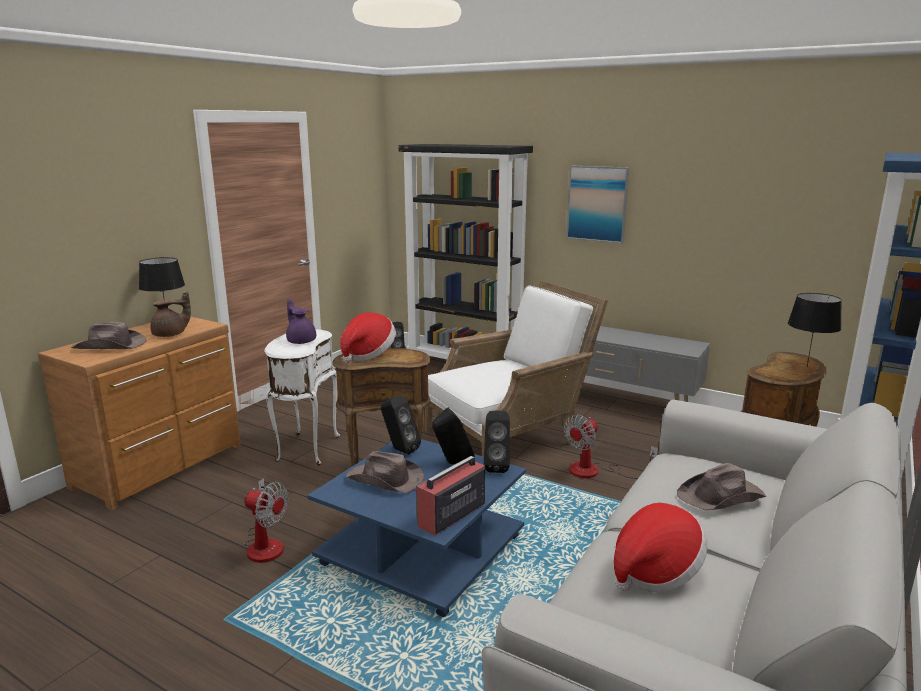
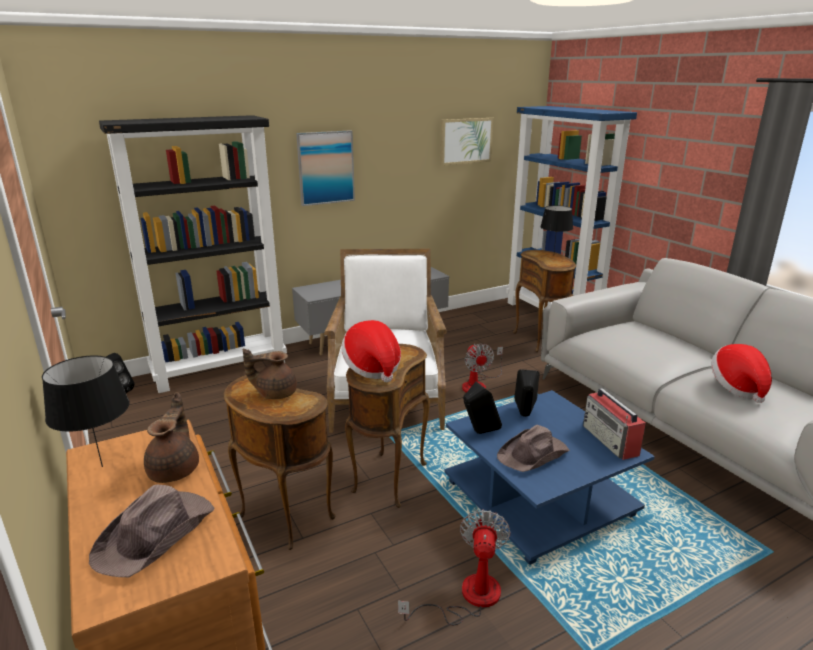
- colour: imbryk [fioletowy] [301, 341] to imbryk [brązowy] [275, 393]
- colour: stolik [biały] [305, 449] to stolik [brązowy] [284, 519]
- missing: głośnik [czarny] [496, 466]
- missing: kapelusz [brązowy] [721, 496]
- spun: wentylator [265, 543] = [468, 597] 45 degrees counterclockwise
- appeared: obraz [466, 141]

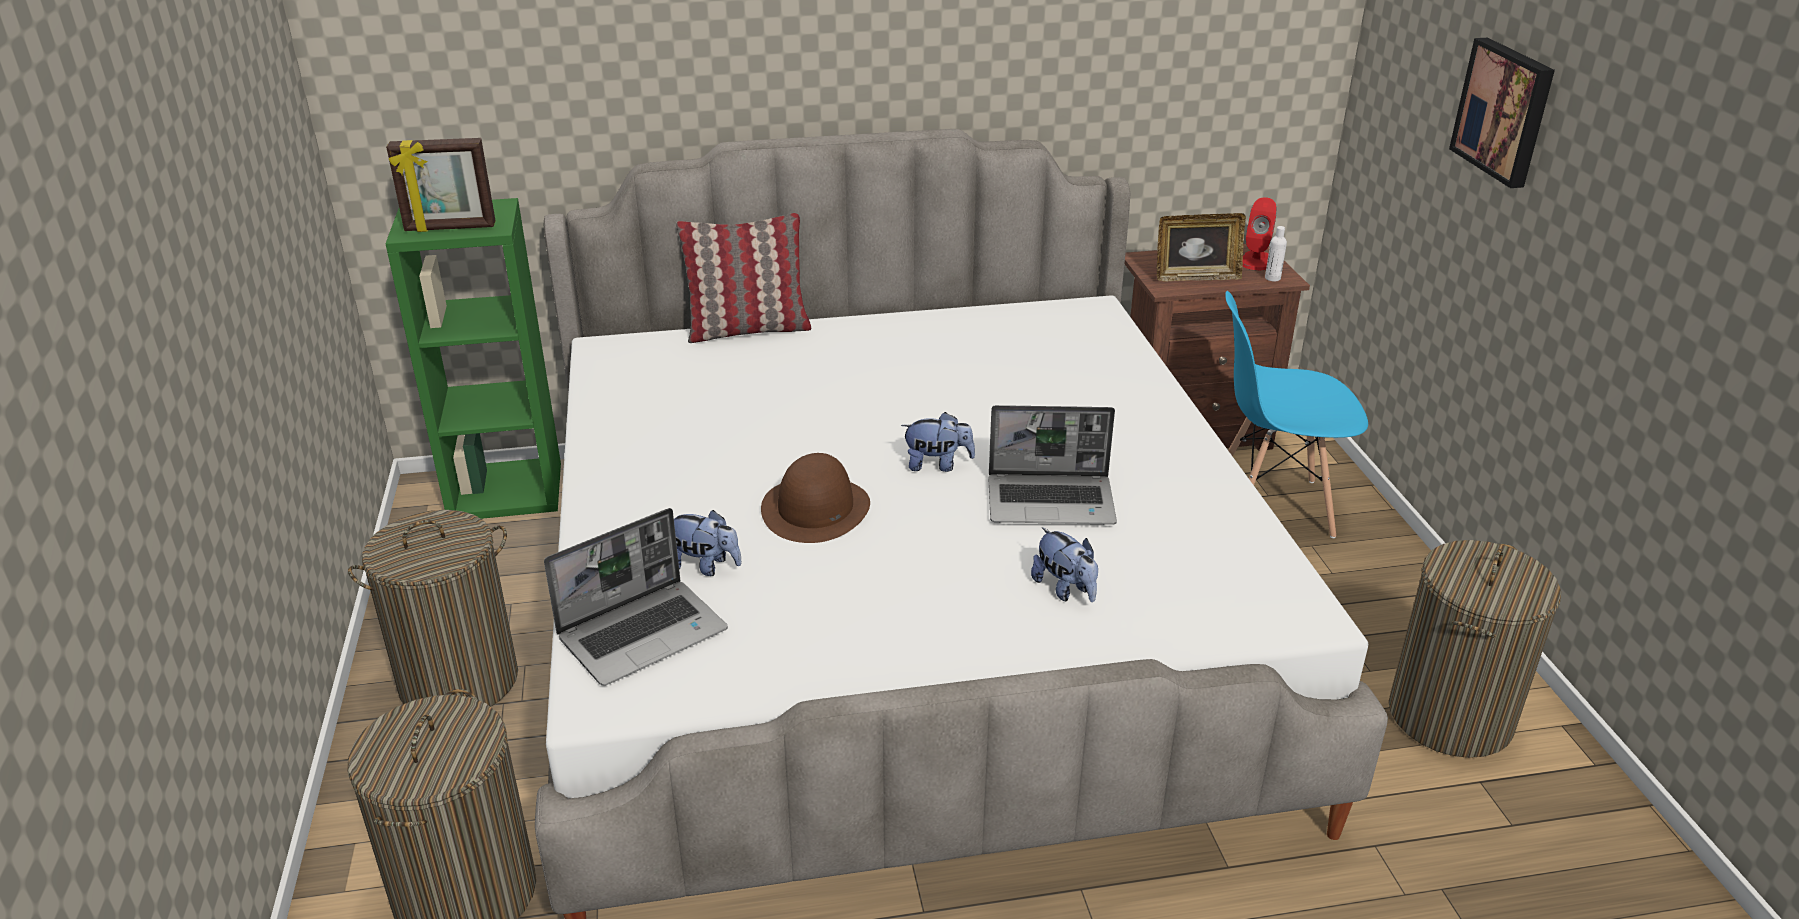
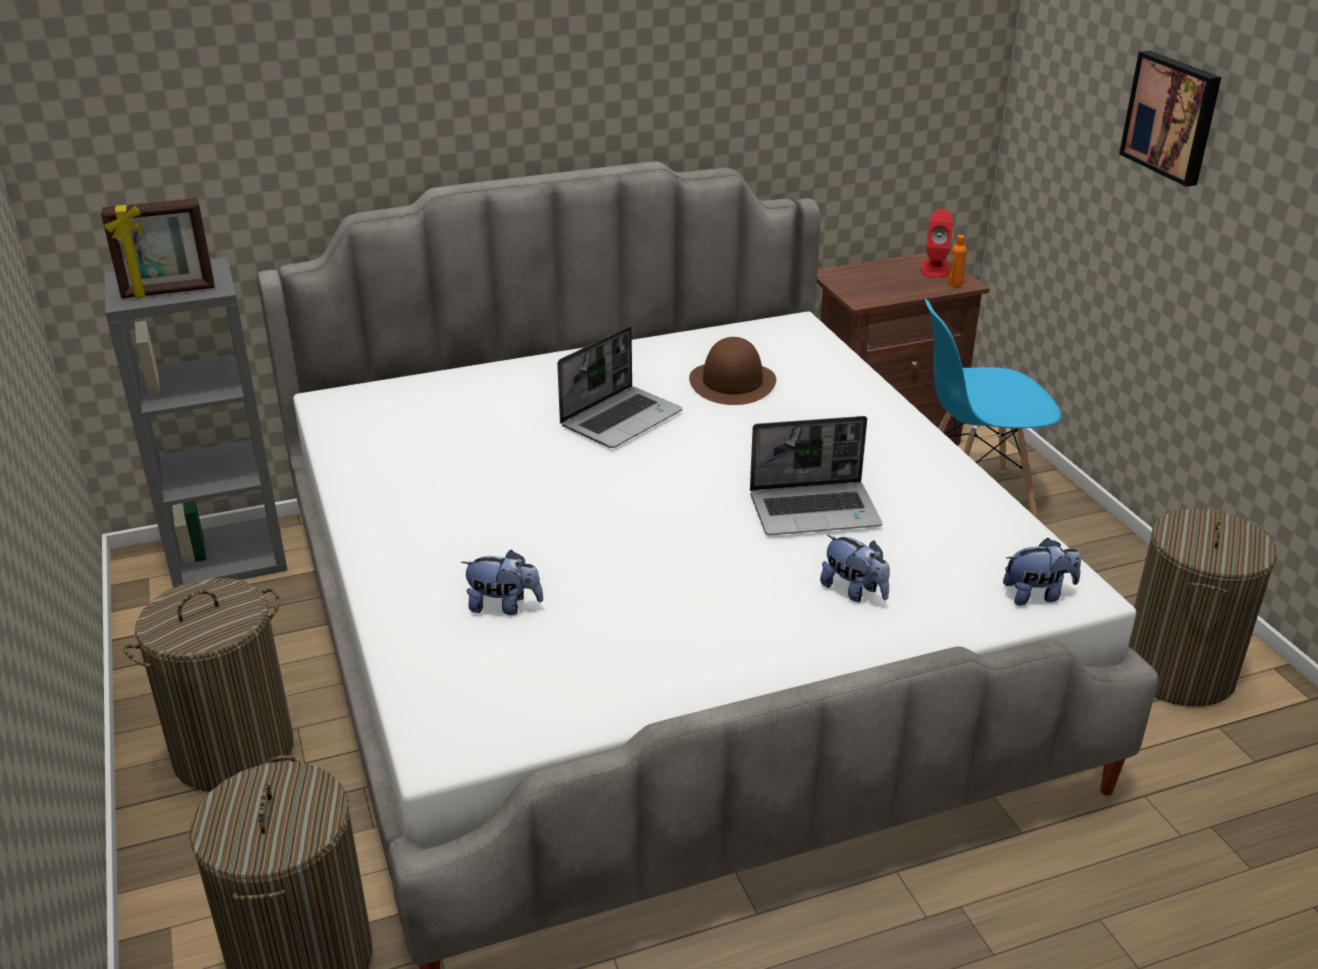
- colour: regał [zielony] [507, 491] to regał [szary] [229, 555]
- missing: poduszka [748, 330]
- missing: ramka na zdjęcie [1196, 277]
- colour: butelka [biały] [1272, 278] to butelka [pomarańczowy] [954, 284]
- relocated: pluszak [937, 465] to [1037, 595]
- relocated: kapelusz [brązowy] [816, 509] to [732, 382]
- relocated: laptop [644, 633] to [621, 418]

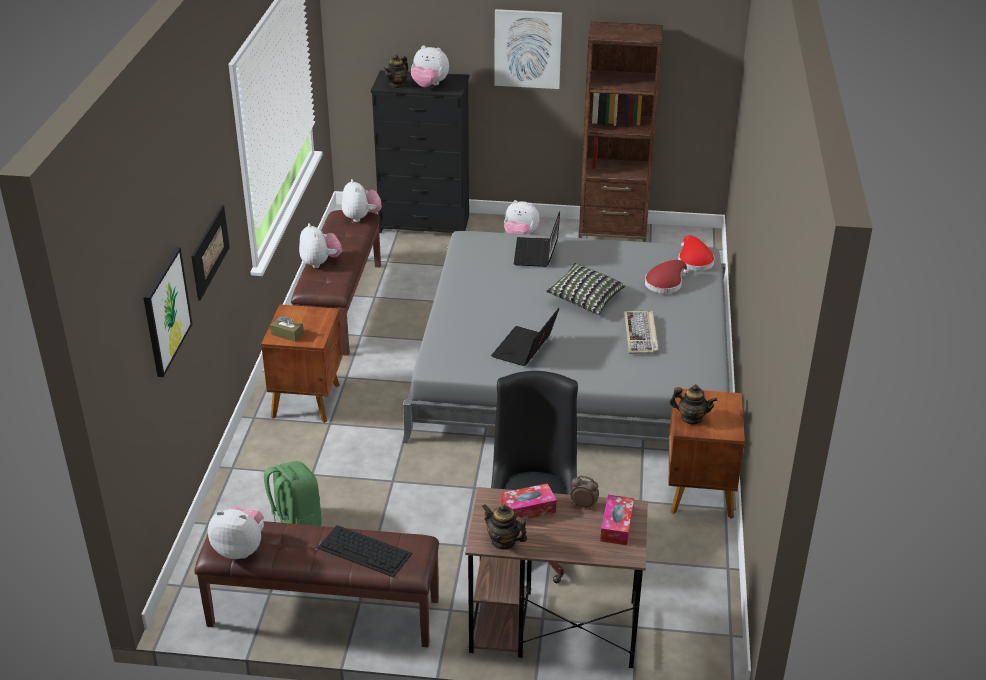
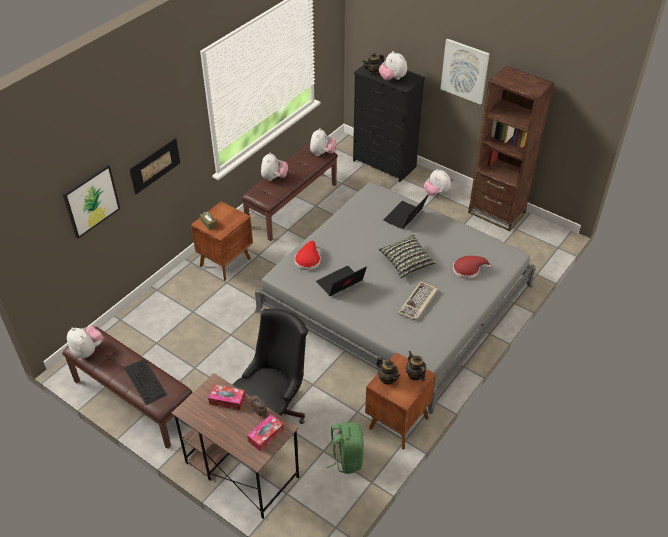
- relocated: kapelusz [czerwony] [694, 261] to [308, 260]
- relocated: plecak [zielony] [295, 524] to [346, 459]
- relocated: imbryk [503, 541] to [415, 375]

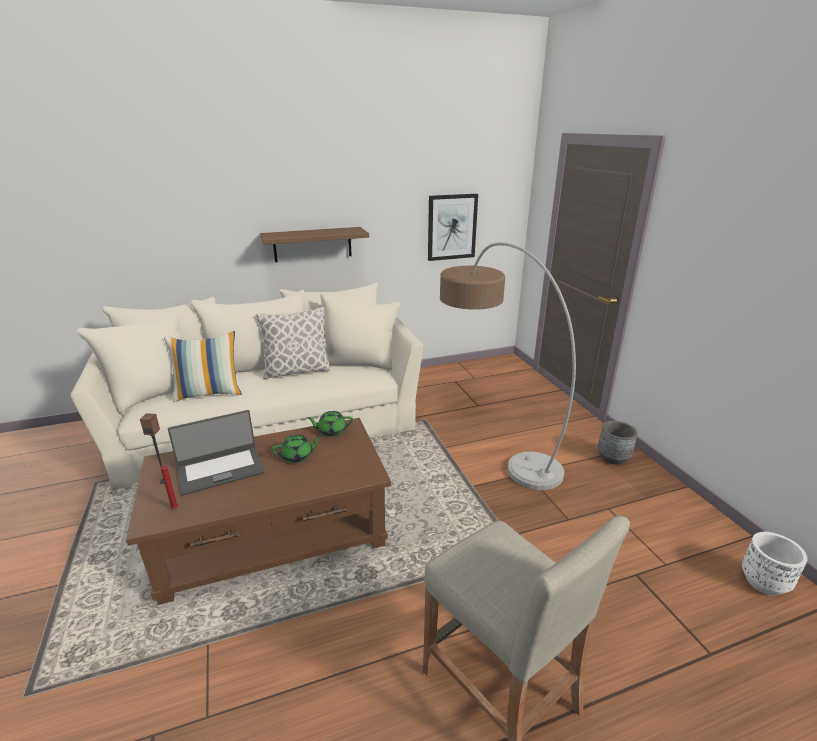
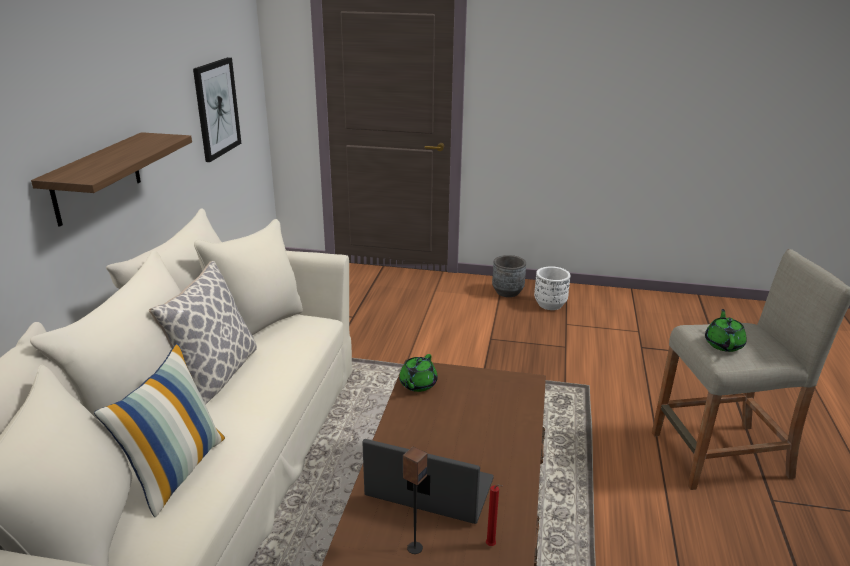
- missing: lampa stojąca [490, 434]
- spun: laptop [220, 469] = [429, 489] 75 degrees counterclockwise
- relocated: imbryk [zielony] [297, 456] to [723, 344]
- relocated: donica [biały] [764, 582] to [550, 304]

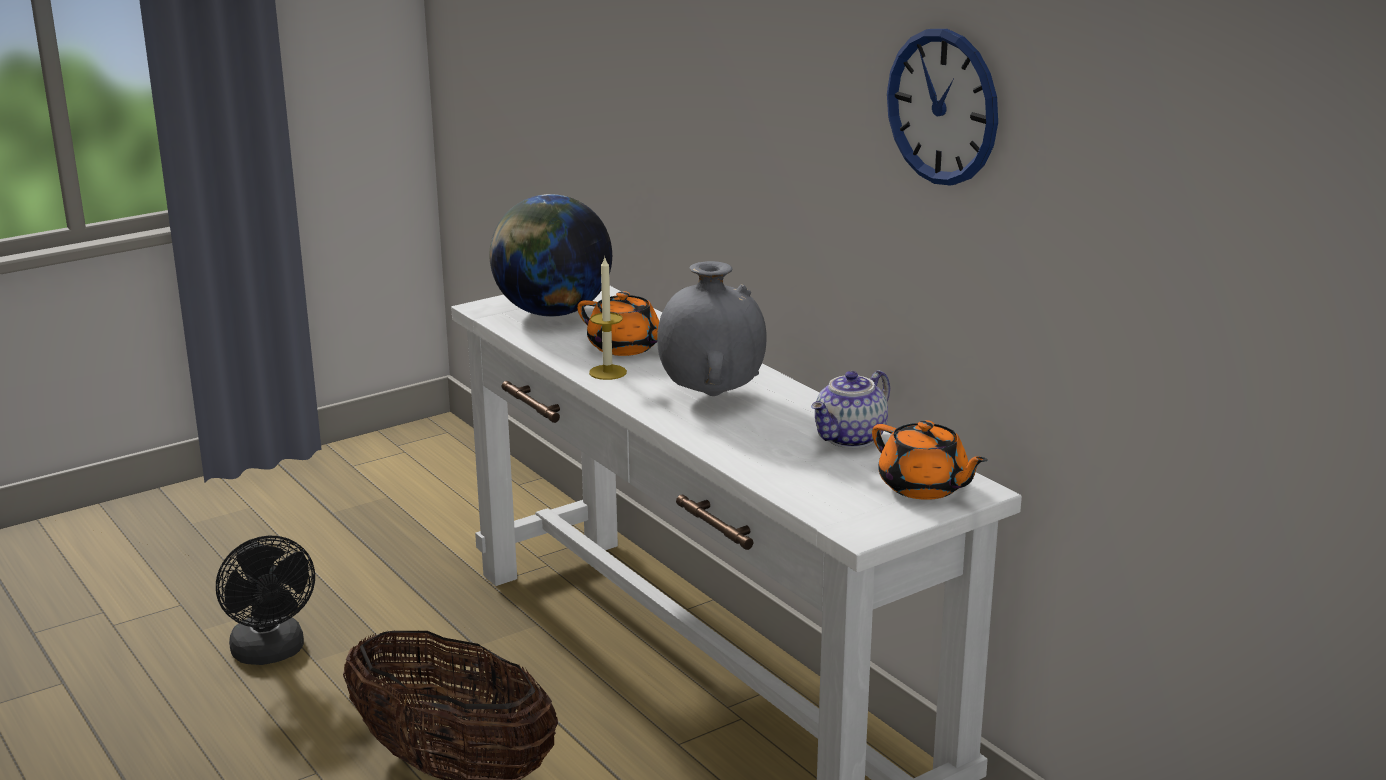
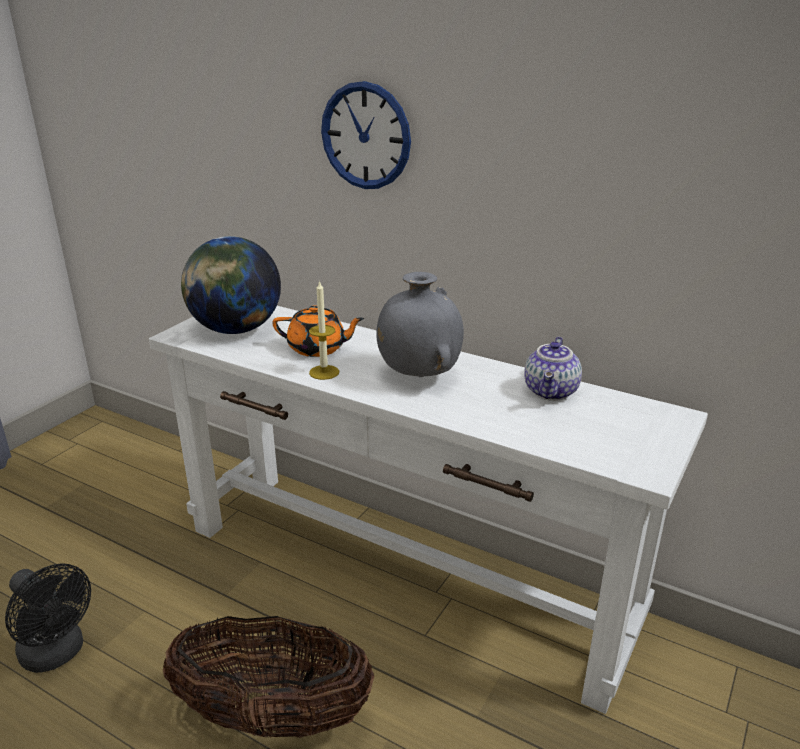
- relocated: zegar ścienny [942, 107] to [366, 136]
- missing: imbryk [pomarańczowy] [924, 487]

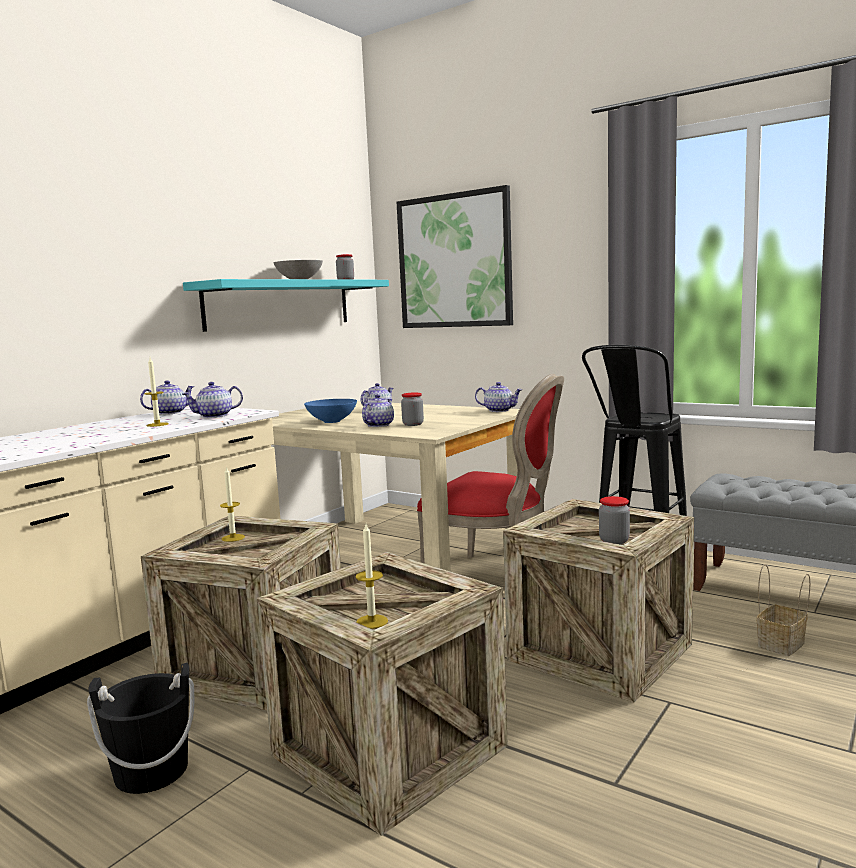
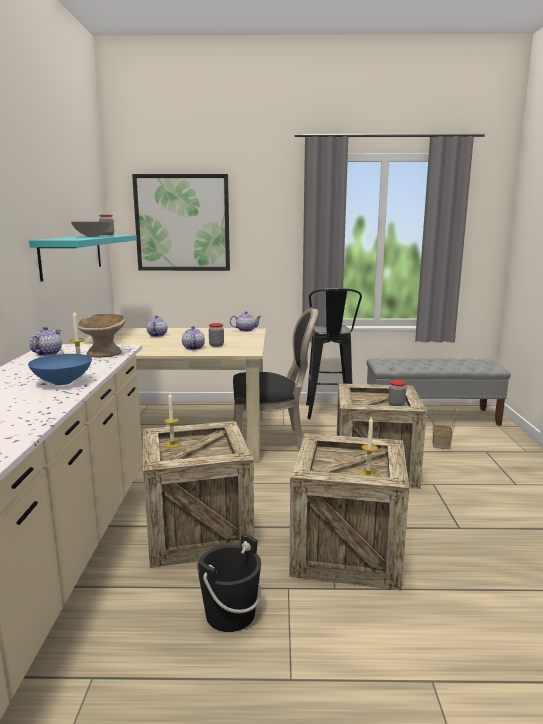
- colour: krzesło [czerwony] [497, 581] to krzesło [czarny] [271, 441]
- exchanged: imbryk [214, 416] to miska [beżowy] [104, 353]
- relocated: miska [niebieski] [333, 421] to [64, 382]

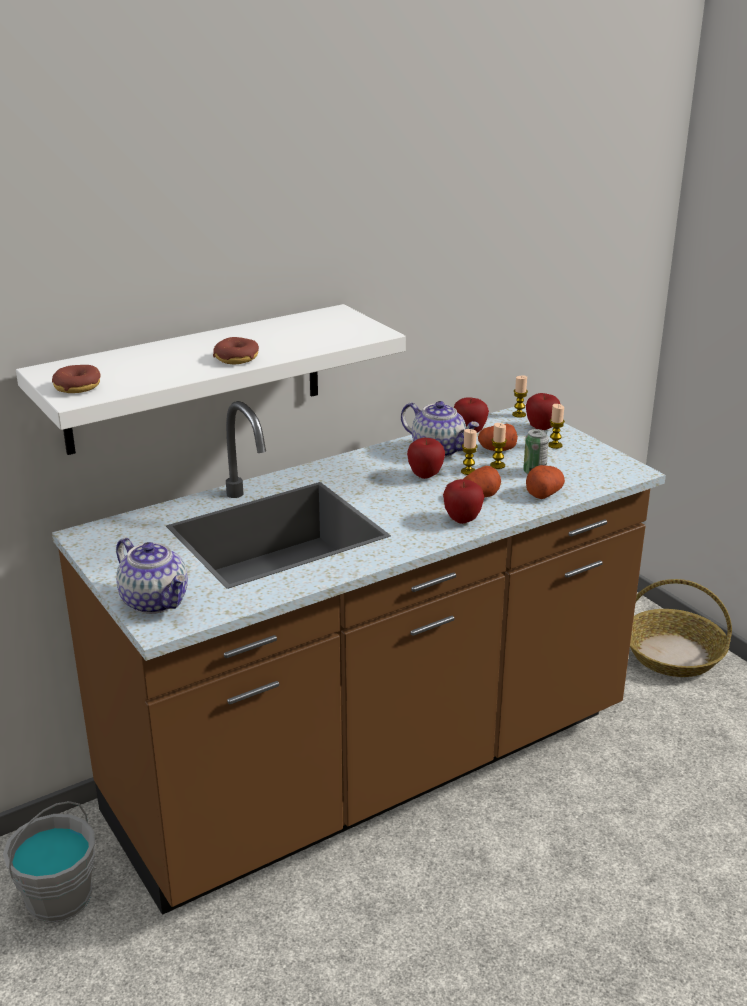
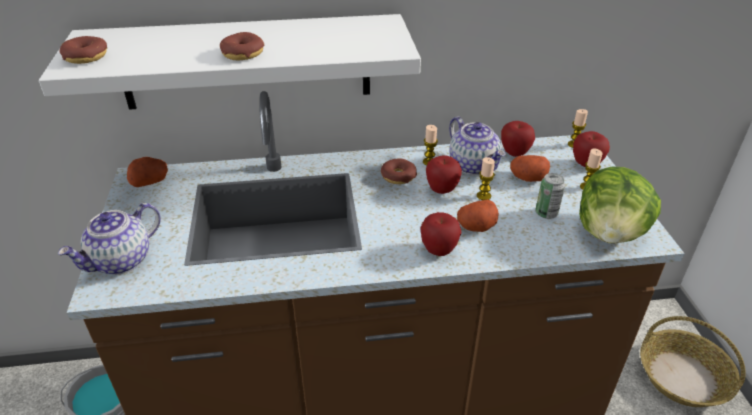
- relocated: świeca [497, 465] to [429, 162]
- relocated: ziemniak [543, 493] to [150, 181]
- spun: imbryk [156, 601] = [121, 261] 60 degrees clockwise
- appeared: donut [398, 176]
- appeared: sałata [610, 233]

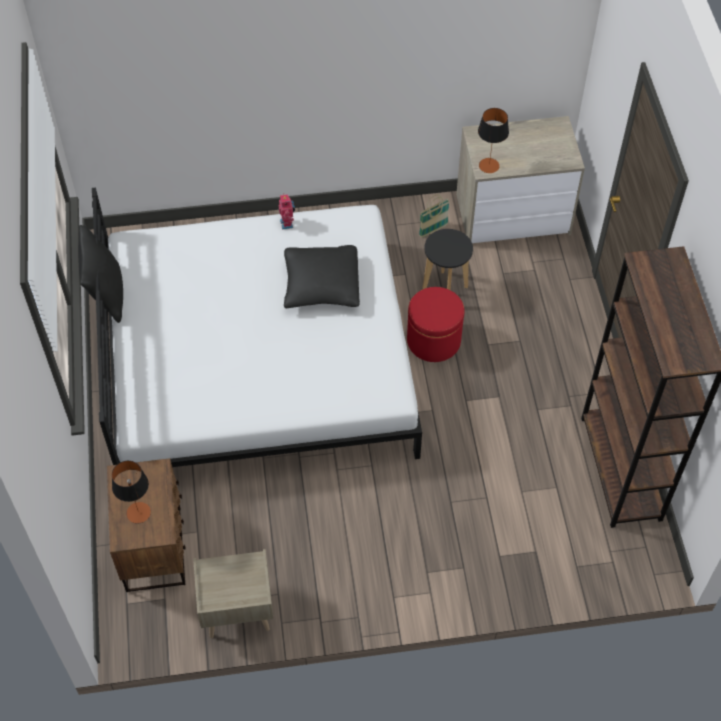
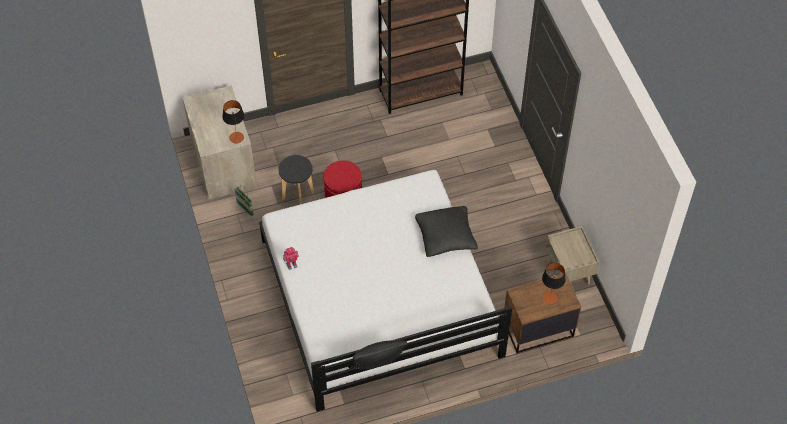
- relocated: poduszka [czarny] [321, 285] to [446, 236]

